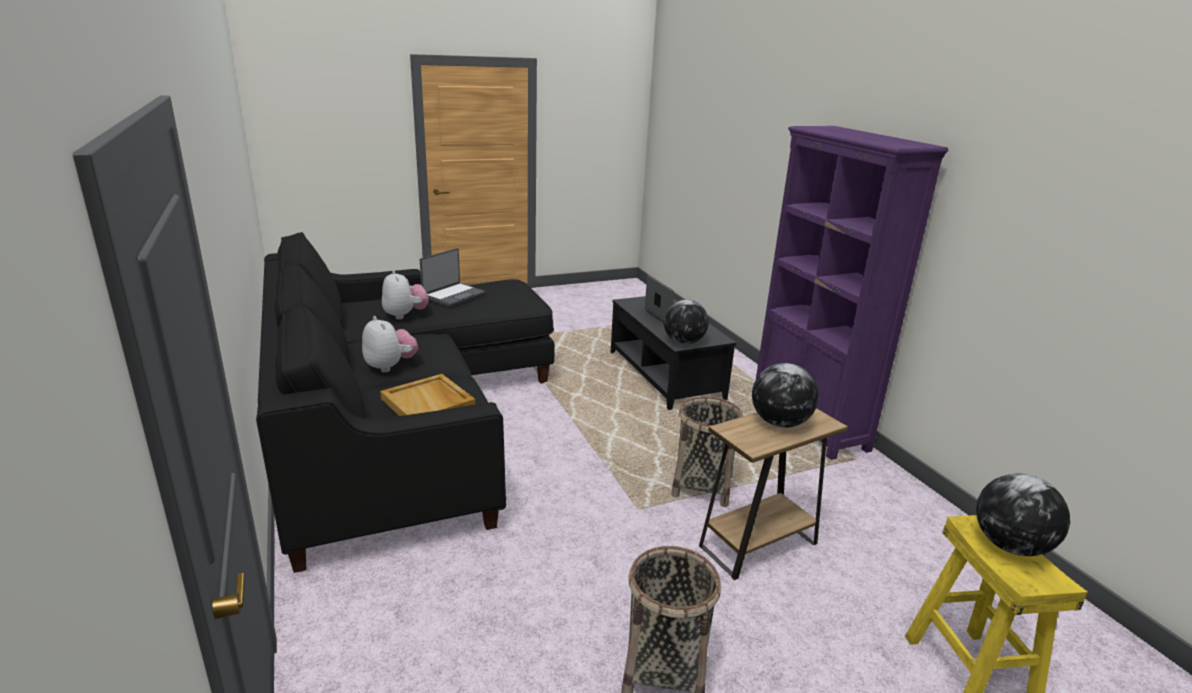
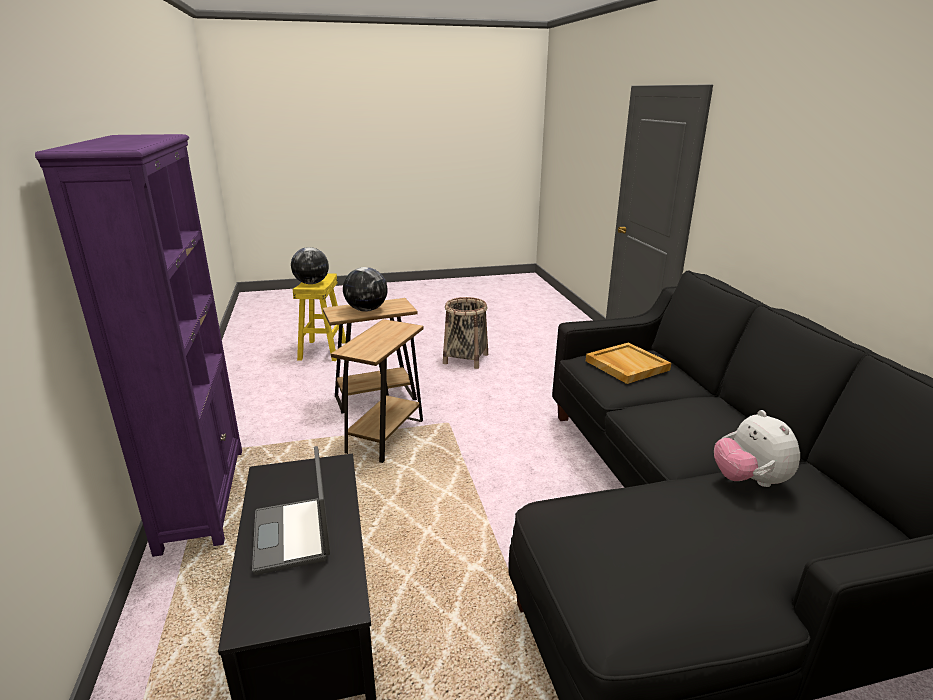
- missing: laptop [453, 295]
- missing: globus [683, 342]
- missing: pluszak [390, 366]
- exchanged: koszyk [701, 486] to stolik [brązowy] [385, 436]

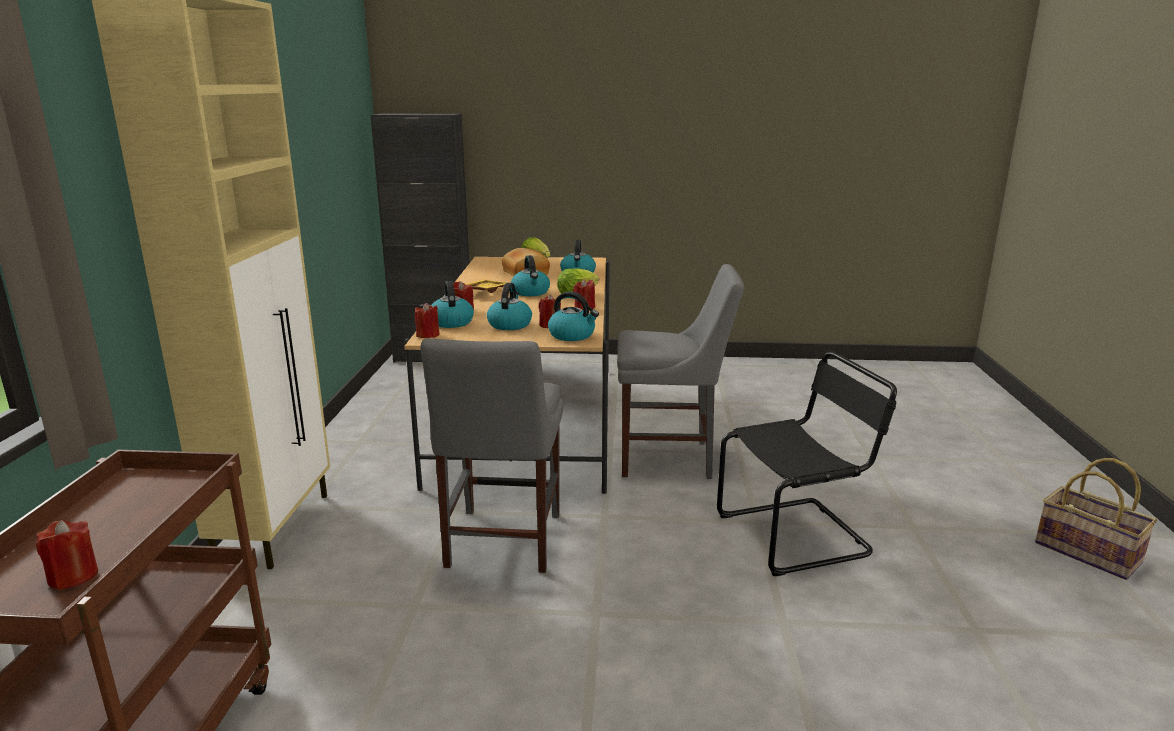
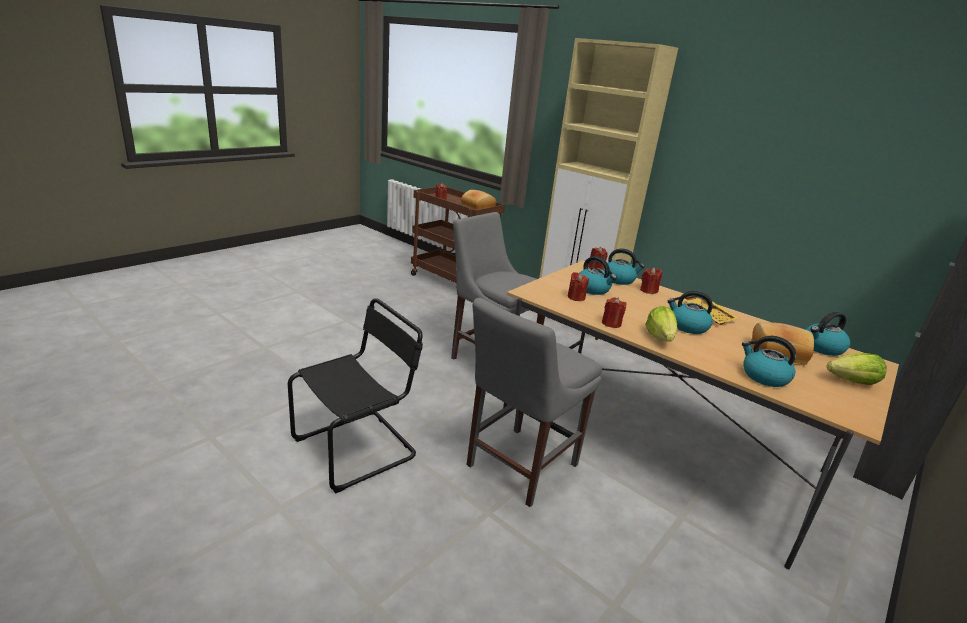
- relocated: czajnik [572, 335] to [822, 348]
- spun: krzesło [czarny] [797, 535] = [359, 447] 150 degrees counterclockwise
- missing: koszyk [1088, 552]
- appeared: chleb [477, 208]

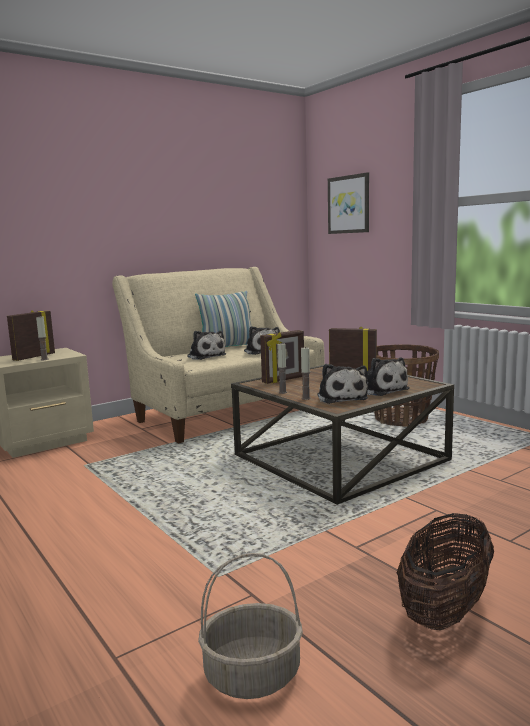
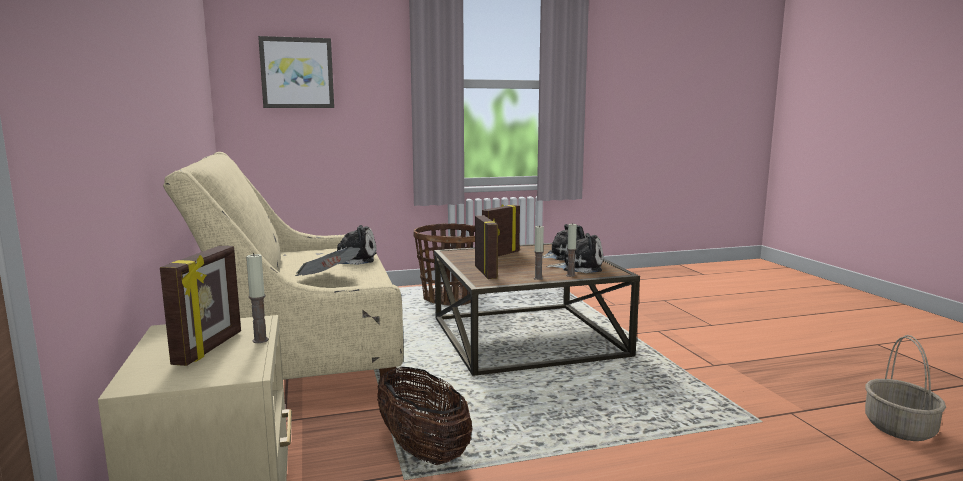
- missing: poduszka [228, 347]
- spun: ramka na zdjęcie [33, 357] = [210, 348] 135 degrees counterclockwise
- exchanged: pluszak [205, 356] to gazeta [328, 279]
- relocated: koszyk [445, 609] to [423, 450]

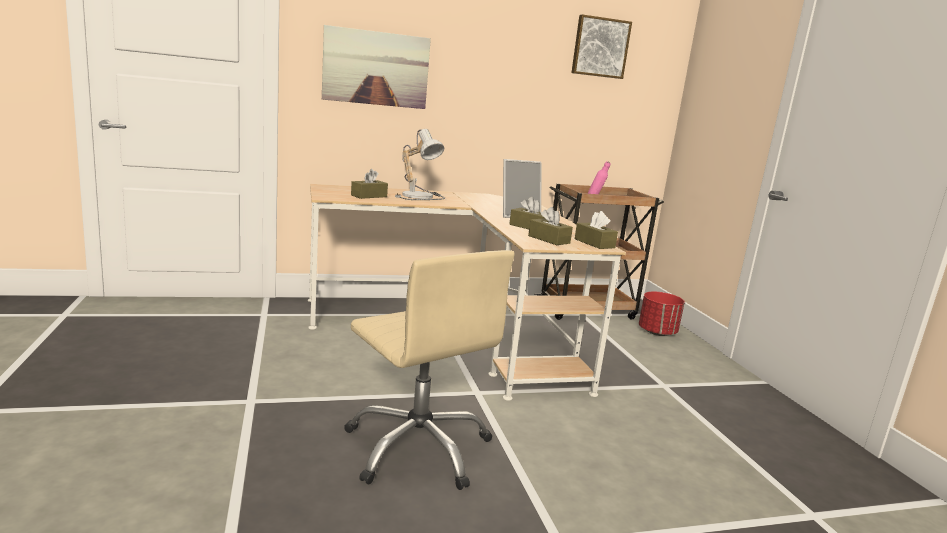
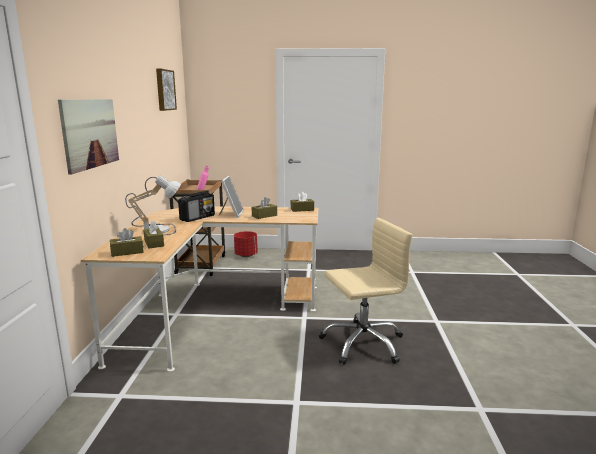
- relocated: pudełko chusteczek [brązowy] [549, 239] to [127, 252]
- appeared: radio [197, 218]

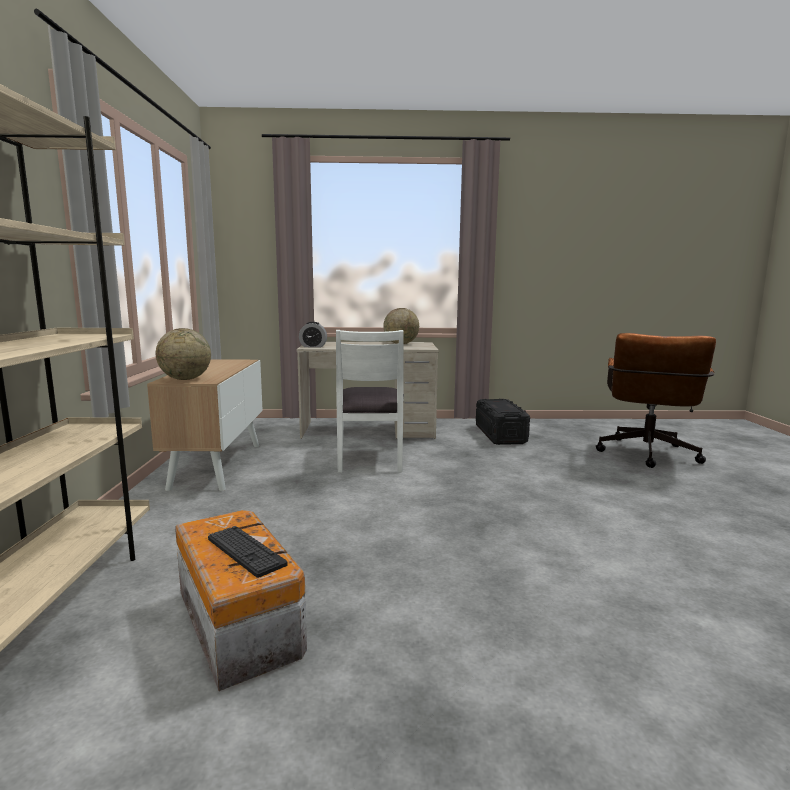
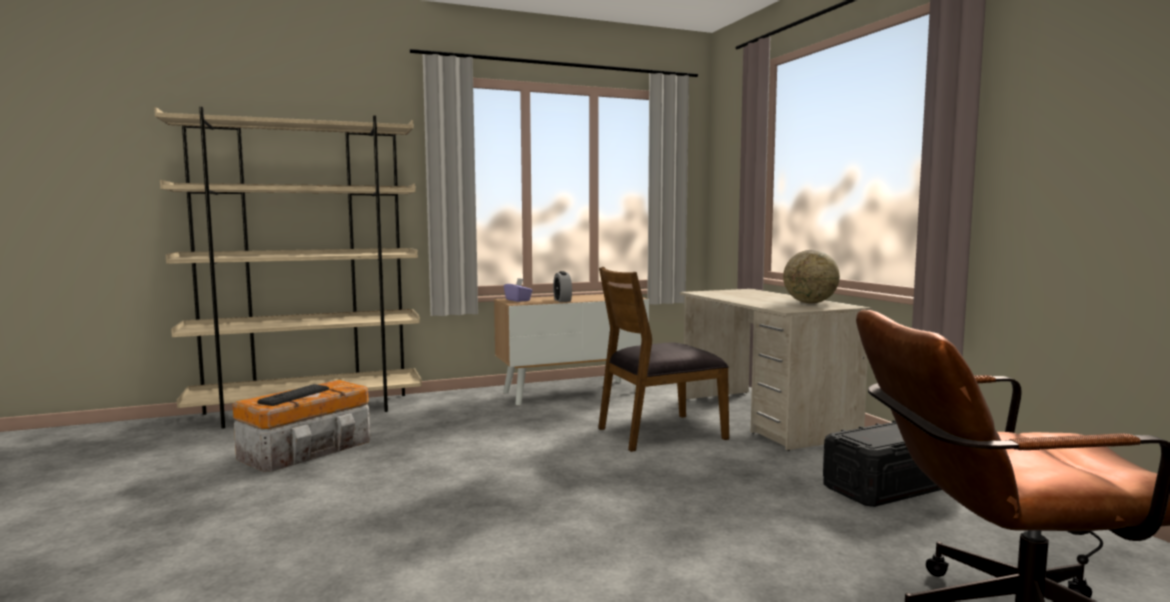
- relocated: budzik [313, 346] to [562, 300]
- exchanged: globus [185, 379] to pudełko chusteczek [fioletowy] [518, 300]
- colour: krzesło [biały] [370, 458] to krzesło [brązowy] [659, 433]

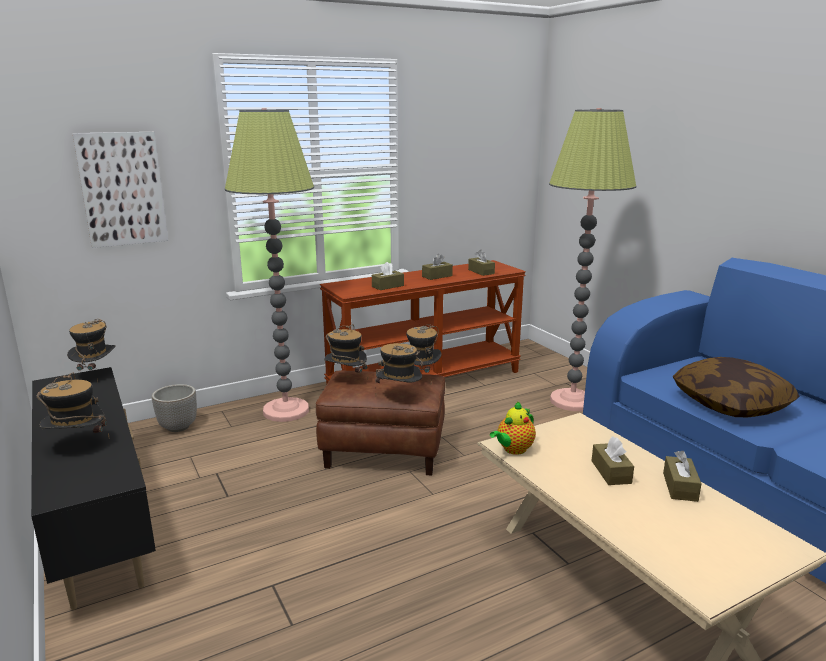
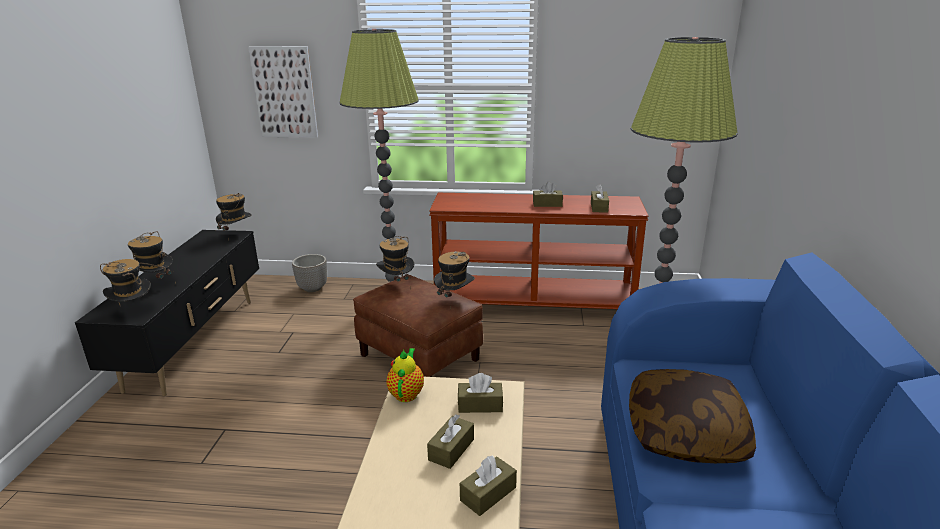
- relocated: pudełko chusteczek [brązowy] [388, 286] to [480, 405]
- relocated: kapelusz [399, 396] to [133, 311]
- spun: imbryk [513, 450] = [407, 393] 105 degrees clockwise

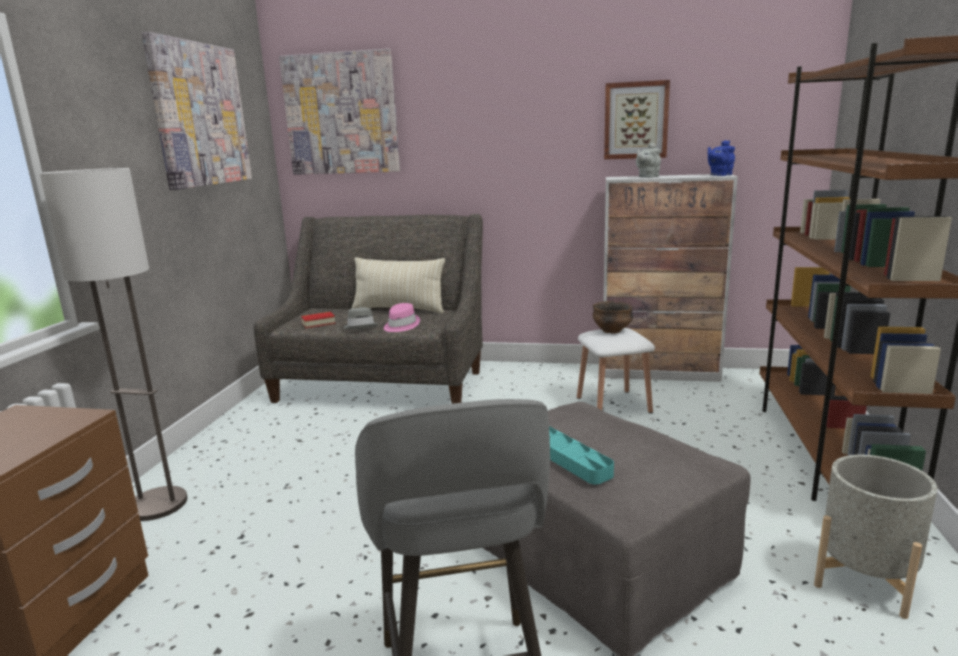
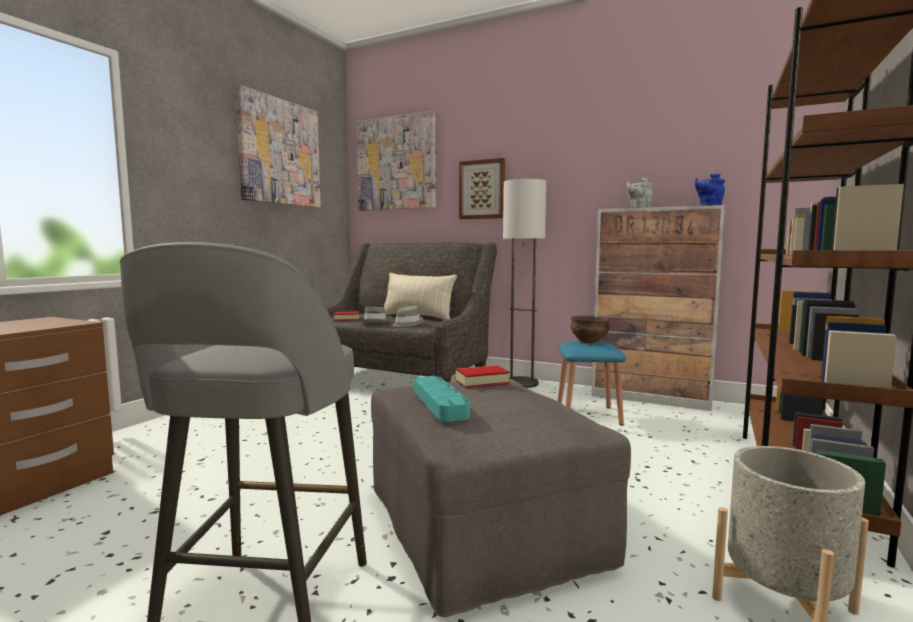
- relocated: obraz [636, 120] to [482, 189]
- relocated: lampa stojąca [158, 504] to [521, 383]
- colour: kapelusz [różowy] [401, 326] to kapelusz [szary] [406, 324]
- colour: stołek [biały] [613, 405] to stołek [niebieski] [588, 415]
- appeared: książka [481, 382]

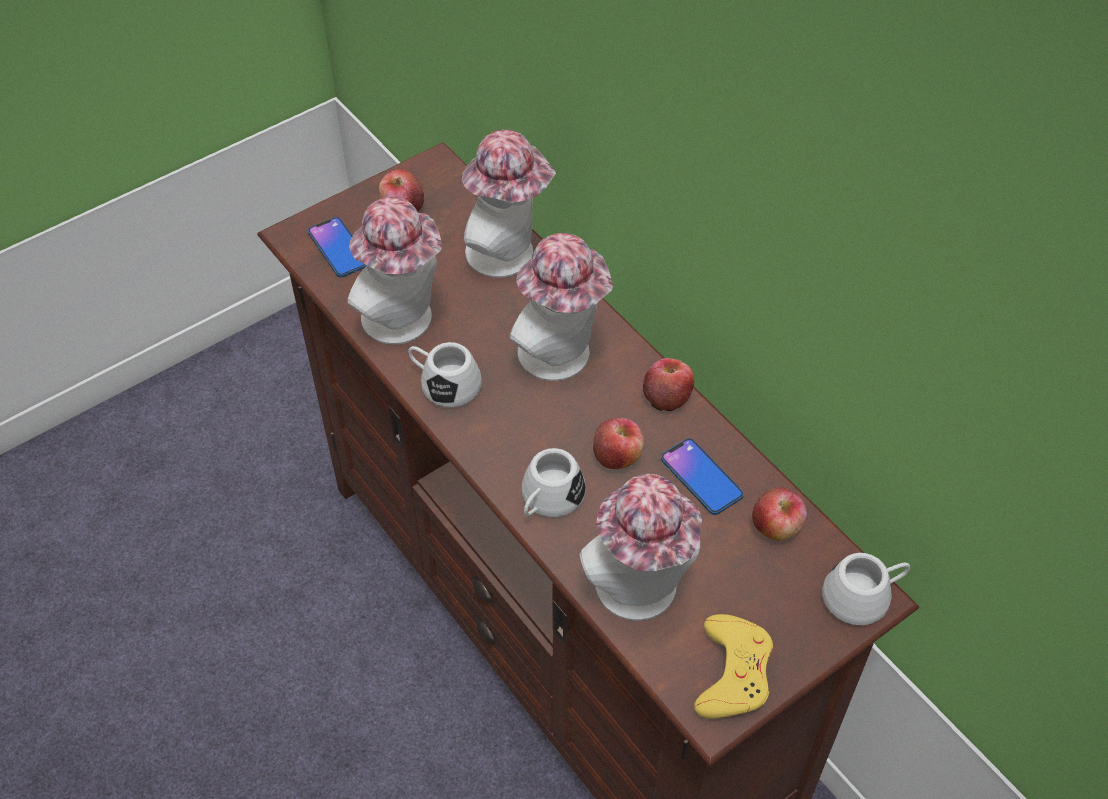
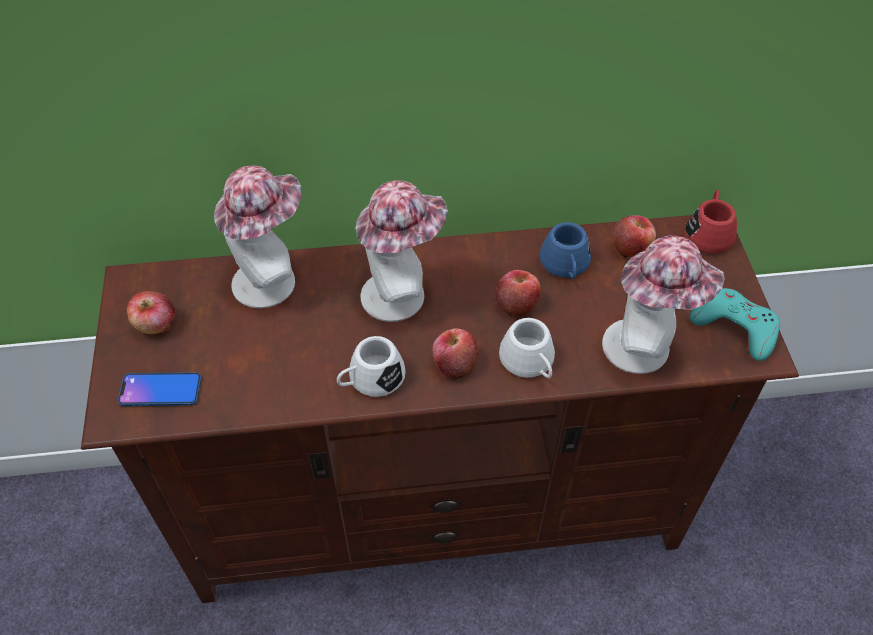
- missing: kapelusz [404, 322]
- relocated: jabłko [667, 397] to [454, 364]
- exchanged: telefon [701, 477] to kubek [niebieski] [565, 266]
- colour: kubek [biały] [863, 596] to kubek [czerwony] [708, 232]
- colour: pad do gier [żółty] [733, 672] to pad do gier [turkusowy] [735, 327]

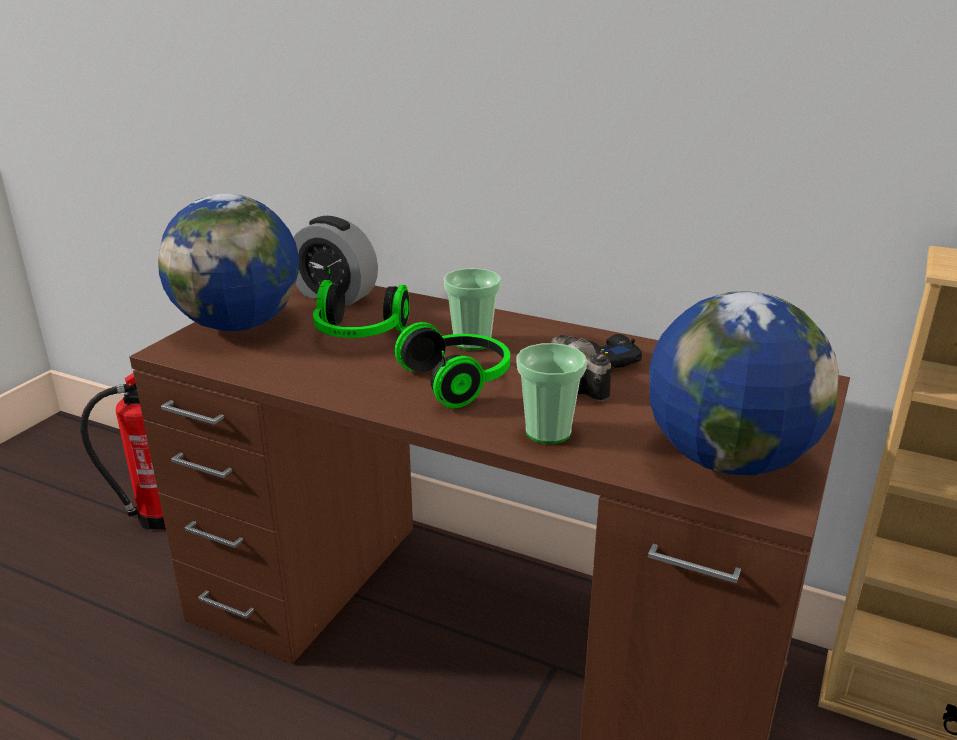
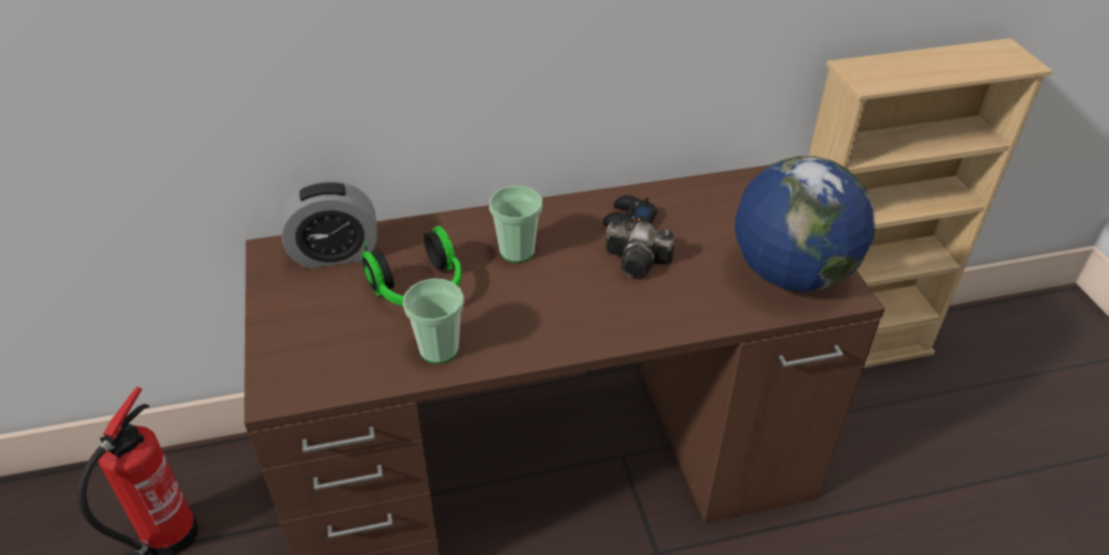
- missing: globus [238, 325]
- missing: słuchawki [460, 381]
- relocated: filiżanka [548, 432] to [439, 349]

